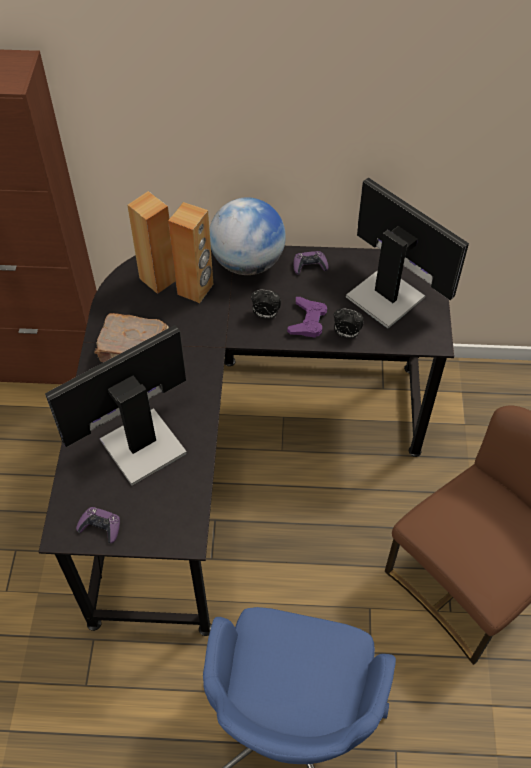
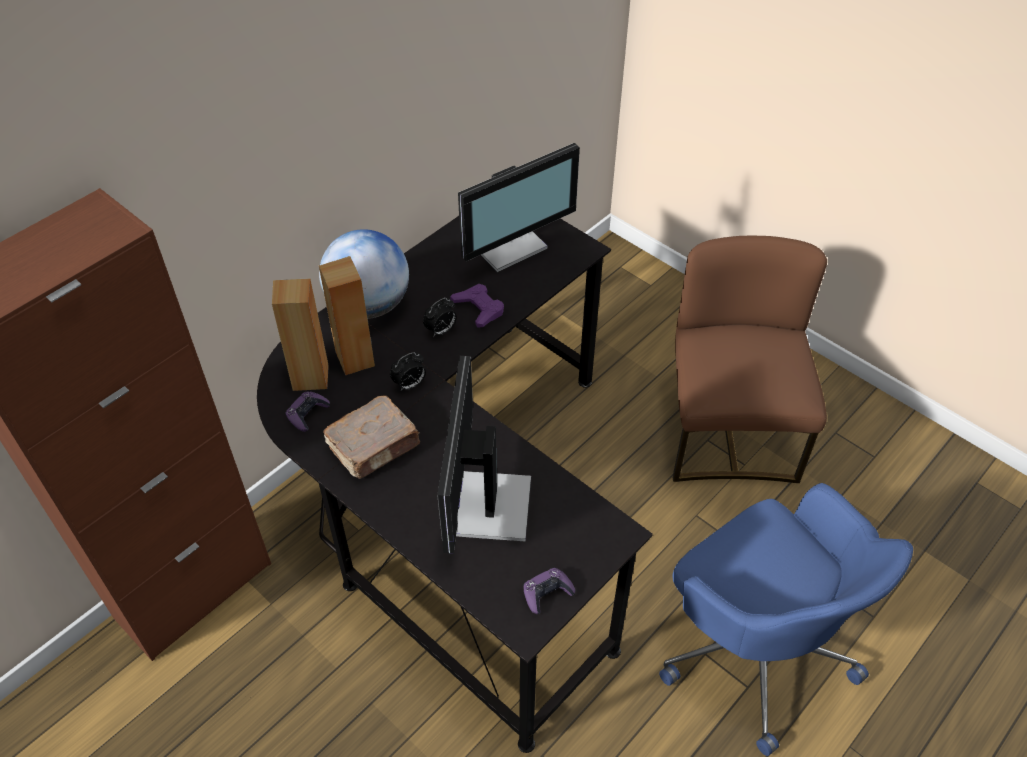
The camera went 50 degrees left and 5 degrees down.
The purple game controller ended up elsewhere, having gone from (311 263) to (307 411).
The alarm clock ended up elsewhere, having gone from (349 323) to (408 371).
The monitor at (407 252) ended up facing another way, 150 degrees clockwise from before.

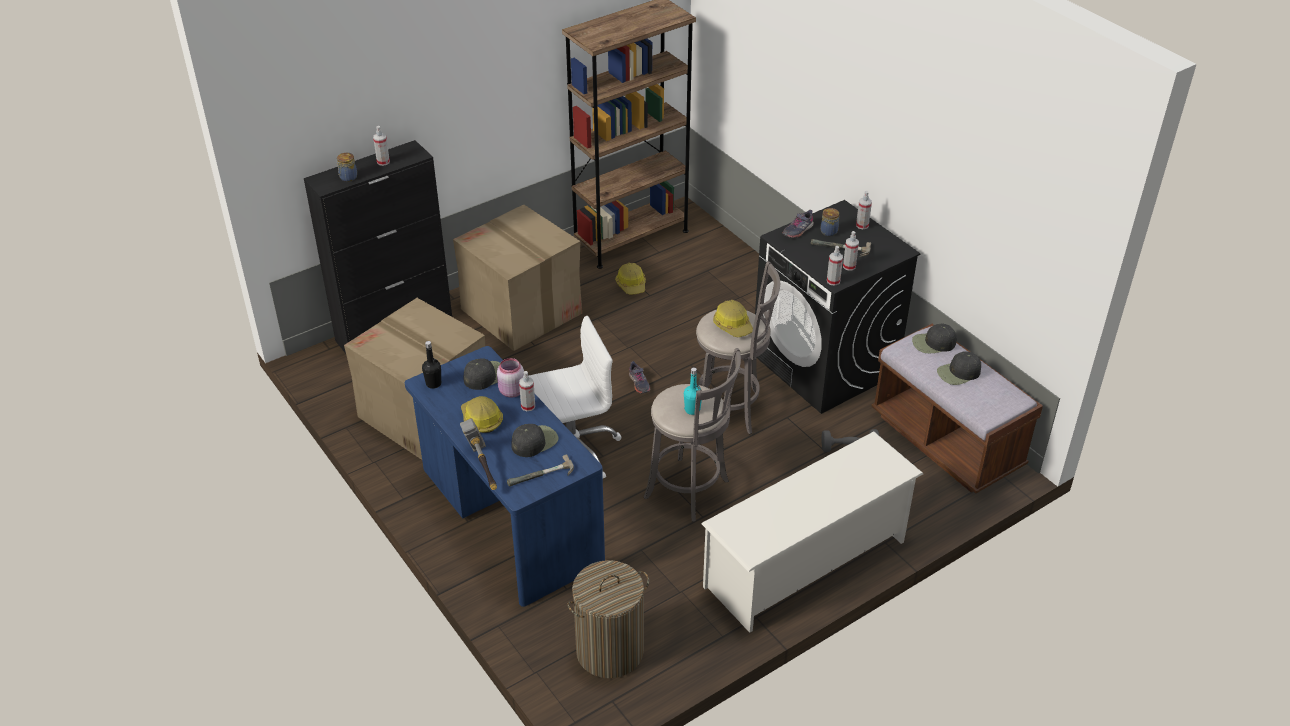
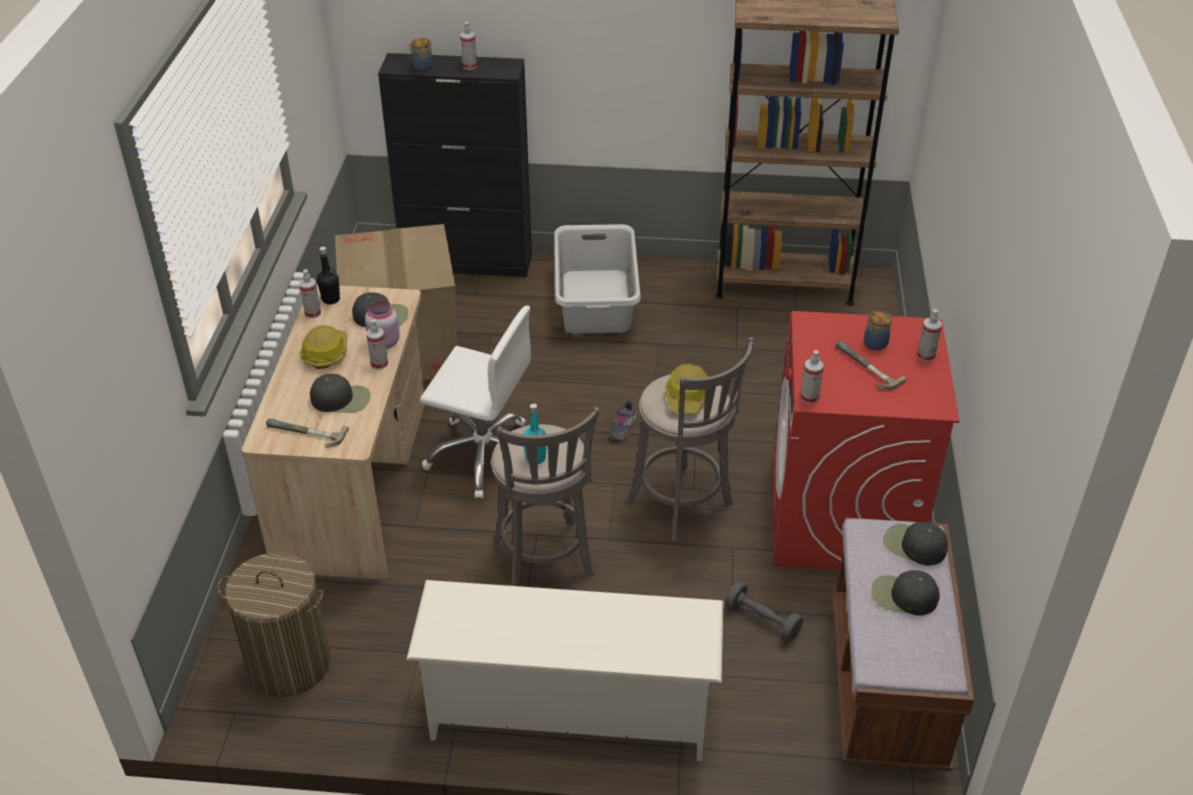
The camera went 40 degrees right and 0 degrees up.
The second view lost the hammer at (478 454).
The second view lost the hard hat at (630 279).
The second view lost the grey shoe at (798 224).
The spray bottle ended up elsewhere, having gone from (851 251) to (310 293).
Where the cardboard box stood at (517 278), the grey laundry basket came to stand at (597 278).
What was the blue desk at (505 476) turned into the beige desk at (333 432).
What was the black washing machine at (838 307) turned into the red washing machine at (866 440).

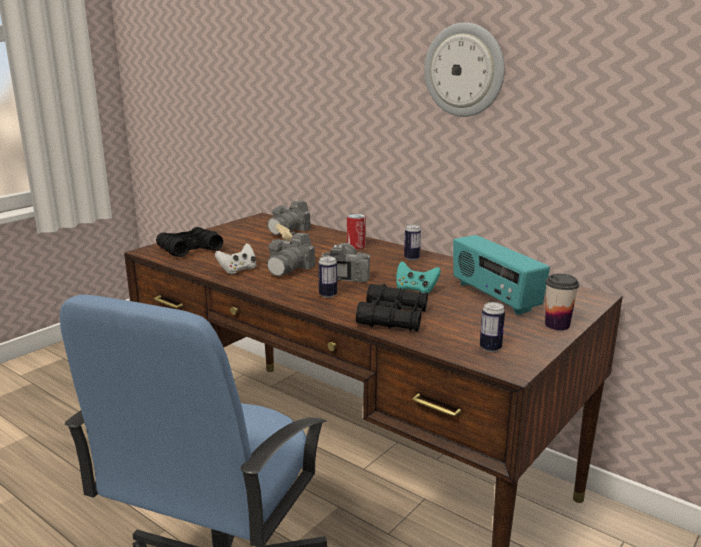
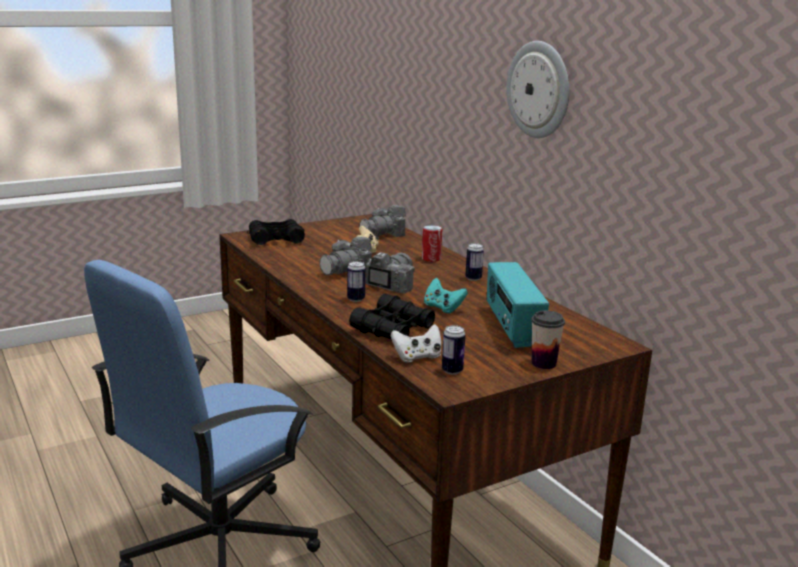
The camera went 20 degrees right and 0 degrees up.
The white game controller ended up elsewhere, having gone from (235 259) to (416 343).

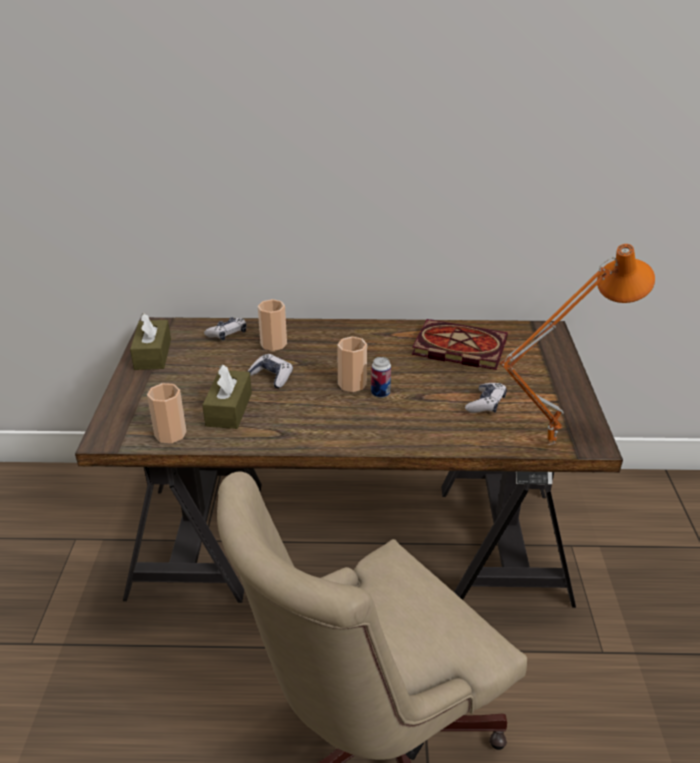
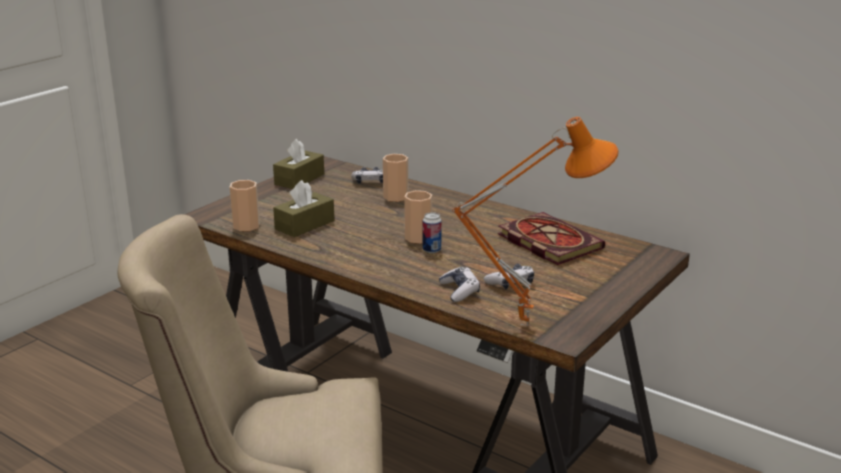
The camera went 35 degrees right and 10 degrees down.
The game controller ended up elsewhere, having gone from (270 371) to (459 284).

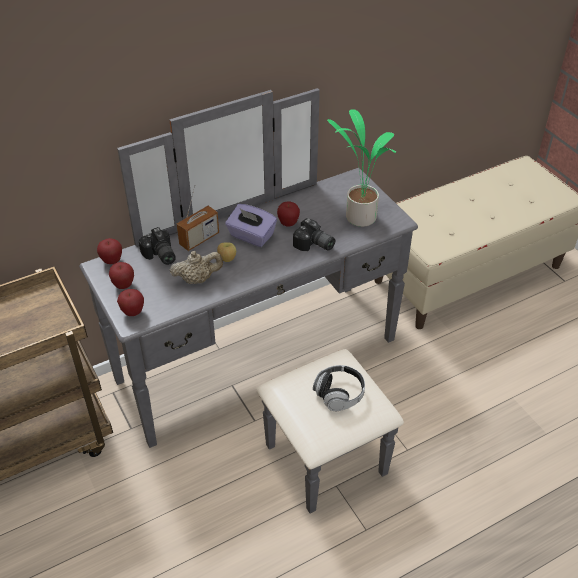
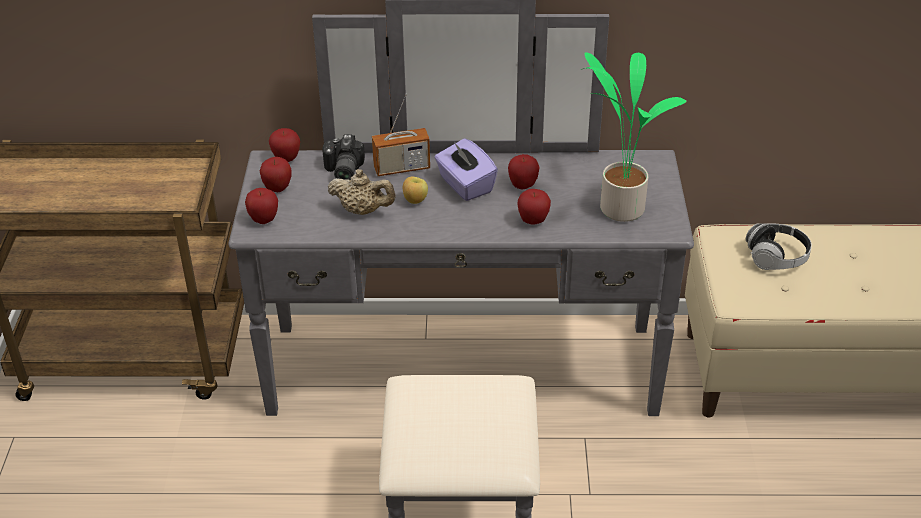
The camera went 30 degrees right and 5 degrees down.
The headphones ended up elsewhere, having gone from (339 388) to (779 246).
Where the photo camera stood at (314 234), the apple came to stand at (534 207).

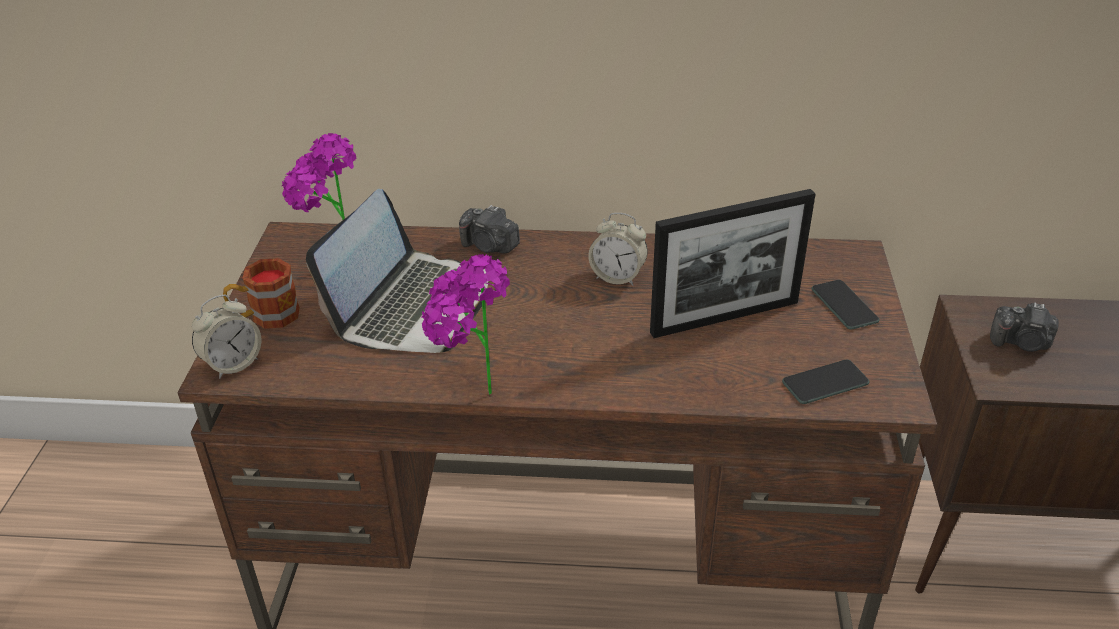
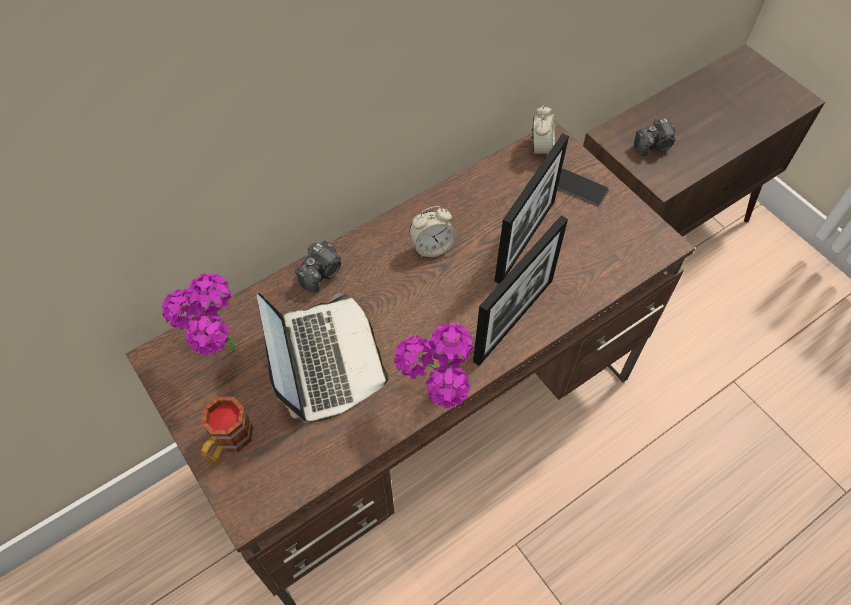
The camera went 40 degrees left and 20 degrees up.
The second view lost the phone at (825 382).
The second view gained the picture frame at (520 290).
The alarm clock ended up elsewhere, having gone from (226 337) to (543 130).
The photo camera at (489 229) ended up facing another way, 45 degrees counterclockwise from before.

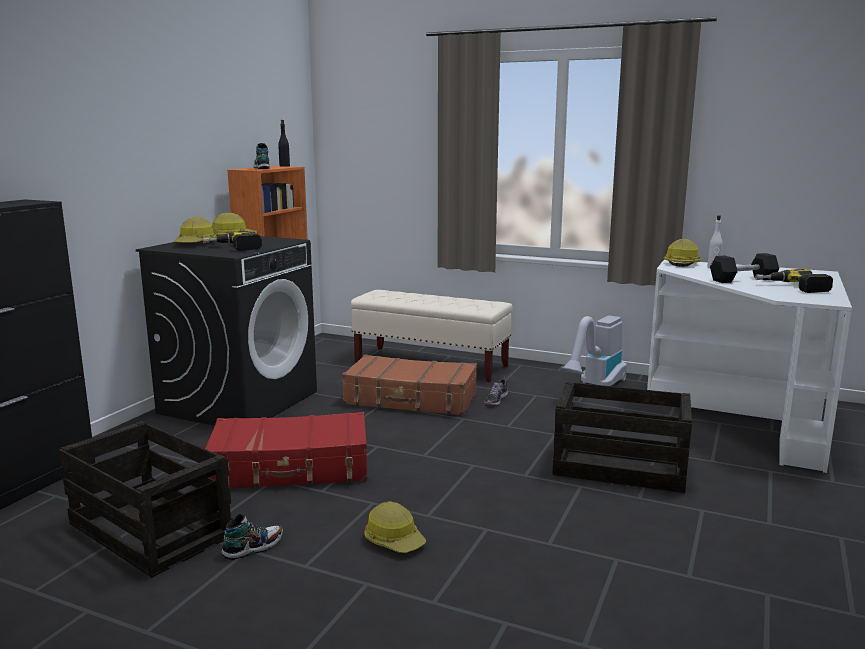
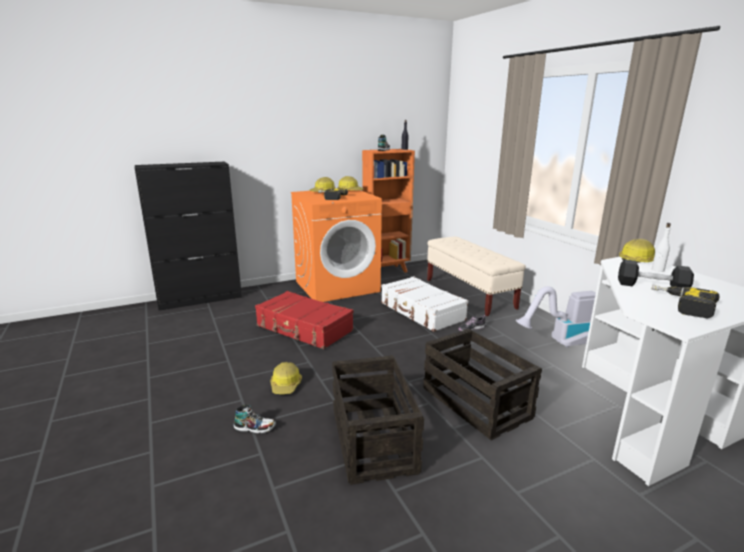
The camera went 40 degrees right and 5 degrees up.
The crate ended up elsewhere, having gone from (145 499) to (378 420).
The shoe ended up elsewhere, having gone from (252 537) to (254 419).
What was the black washing machine at (226 331) turned into the orange washing machine at (336 246).
What was the brown suitcase at (409 385) turned into the white suitcase at (424 304).

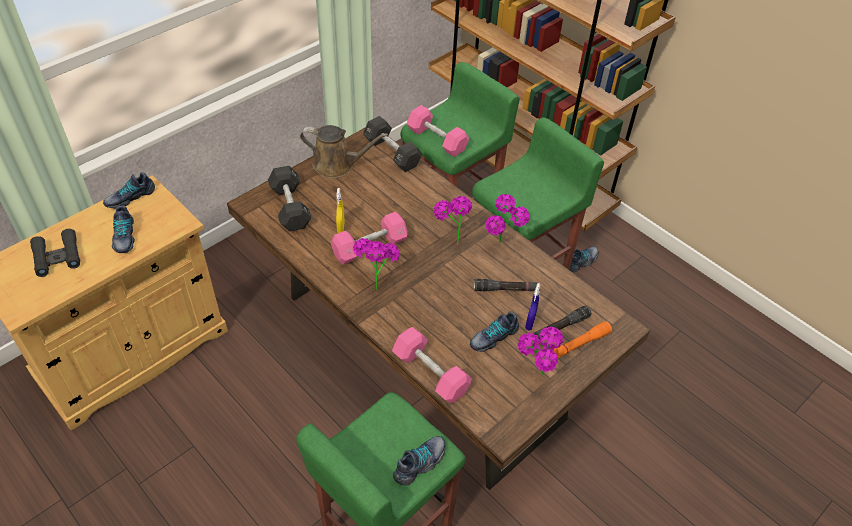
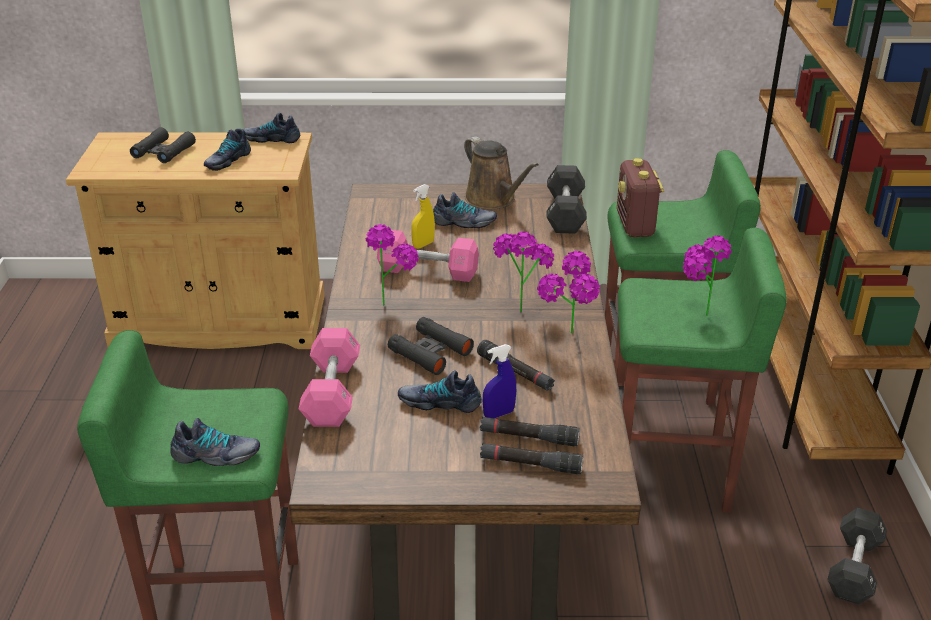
The camera went 45 degrees right and 15 degrees down.
The second view gained the black binoculars at (431 346).
The black dumbbell ended up elsewhere, having gone from (290 199) to (857 555).
The potted plant ended up elsewhere, having gone from (540 350) to (707 275).
The shoe ended up elsewhere, having gone from (584 259) to (465 210).
Where the pink dumbbell stood at (438 131), the radio came to stand at (640 197).
What was the orange flashlight at (582 339) turned into the black flashlight at (531 458).

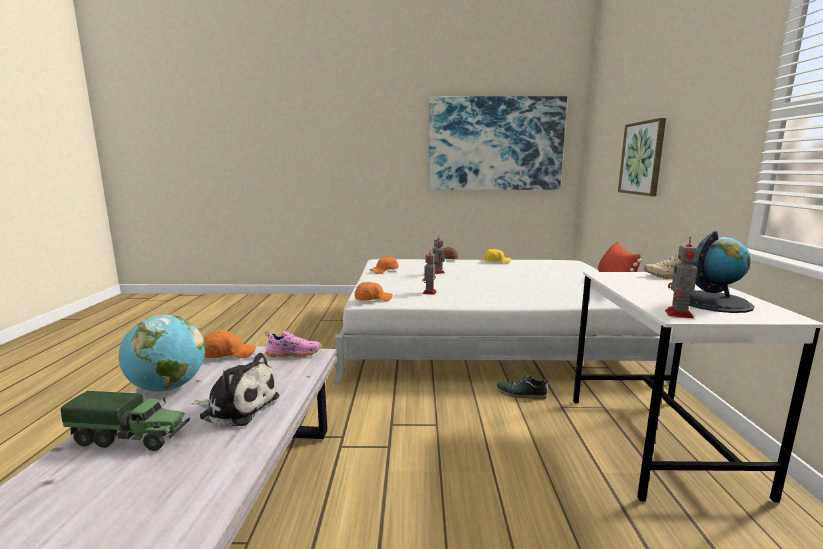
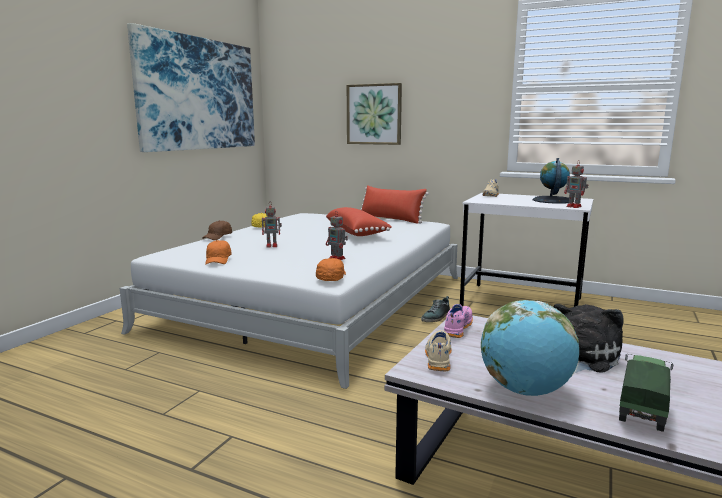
The camera went 65 degrees left and 0 degrees up.
The second view gained the red pillow at (359 221).
Where the orange cap stood at (230 344), the beige shoe came to stand at (438 350).

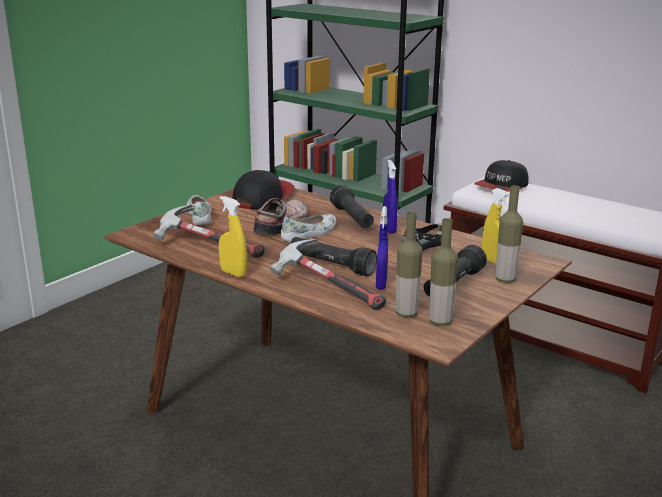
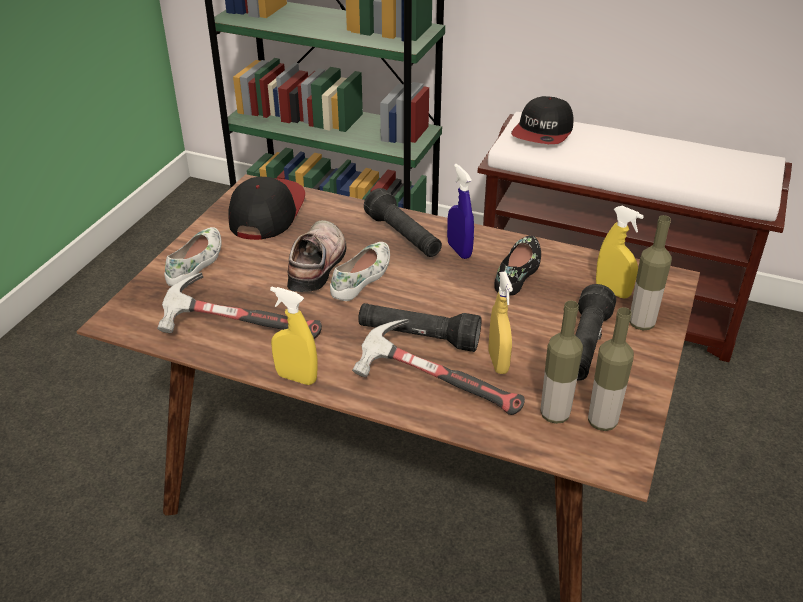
The camera went 15 degrees left and 15 degrees up.
What was the blue spray bottle at (382 248) turned into the yellow spray bottle at (500 322).
The white shoe at (199 210) ended up facing another way, 45 degrees clockwise from before.

